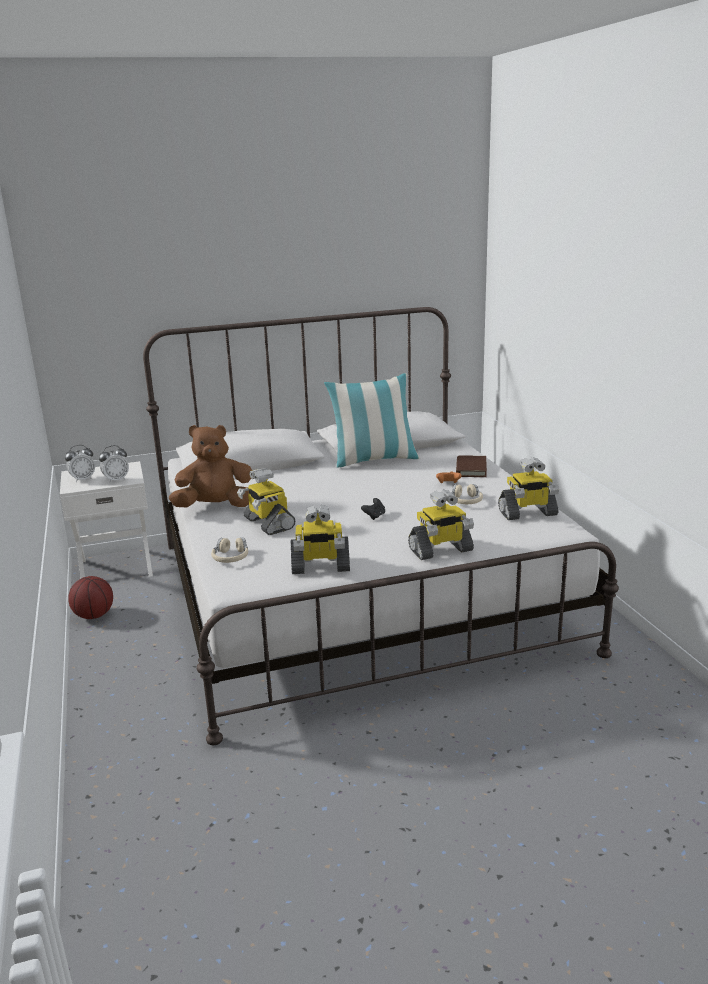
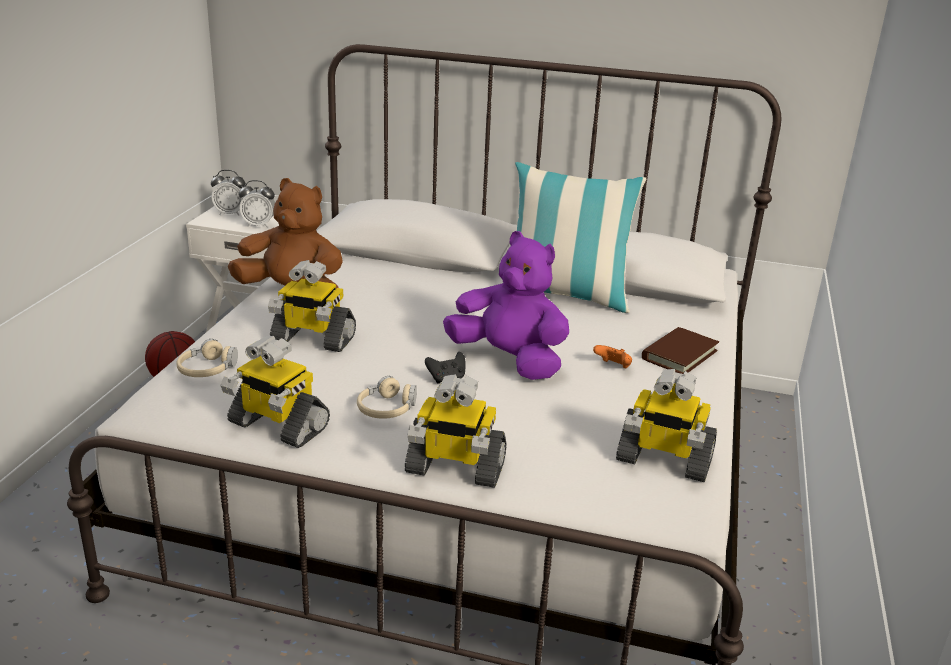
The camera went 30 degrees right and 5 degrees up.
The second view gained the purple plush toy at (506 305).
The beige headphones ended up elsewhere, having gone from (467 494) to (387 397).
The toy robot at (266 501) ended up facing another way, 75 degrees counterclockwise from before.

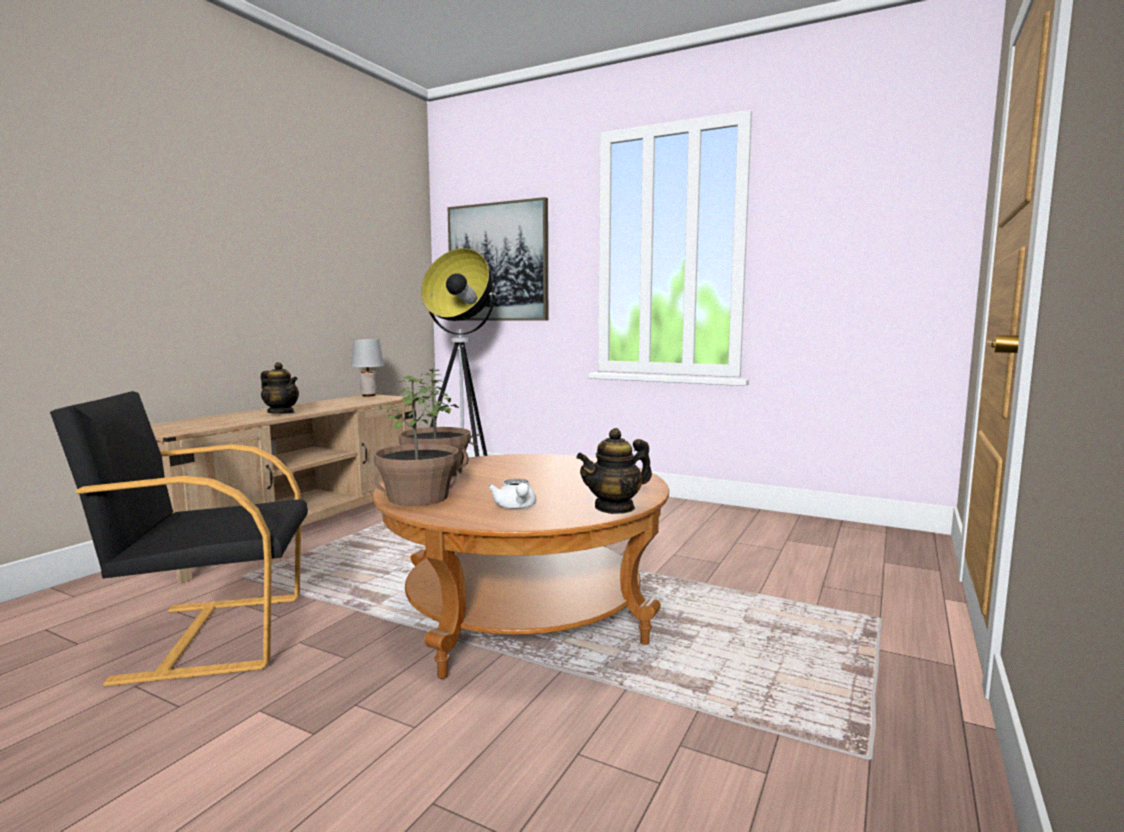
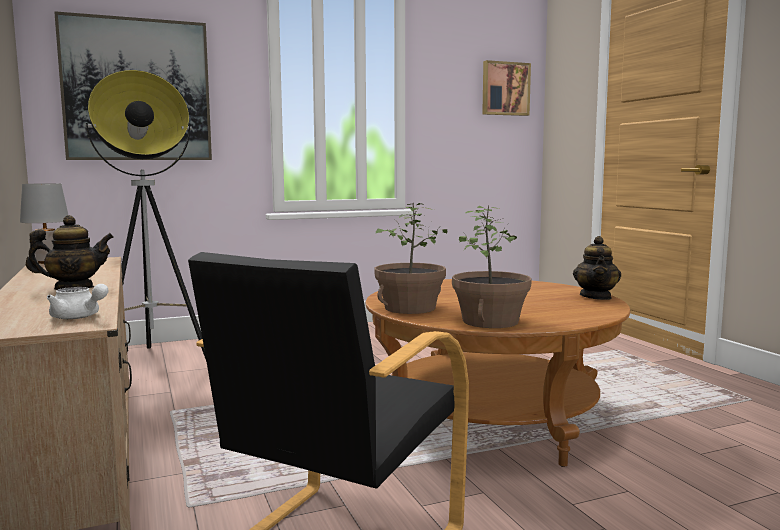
The camera went 50 degrees left and 0 degrees up.
The second view gained the picture at (506 88).
The white teapot ended up elsewhere, having gone from (512 494) to (78 301).

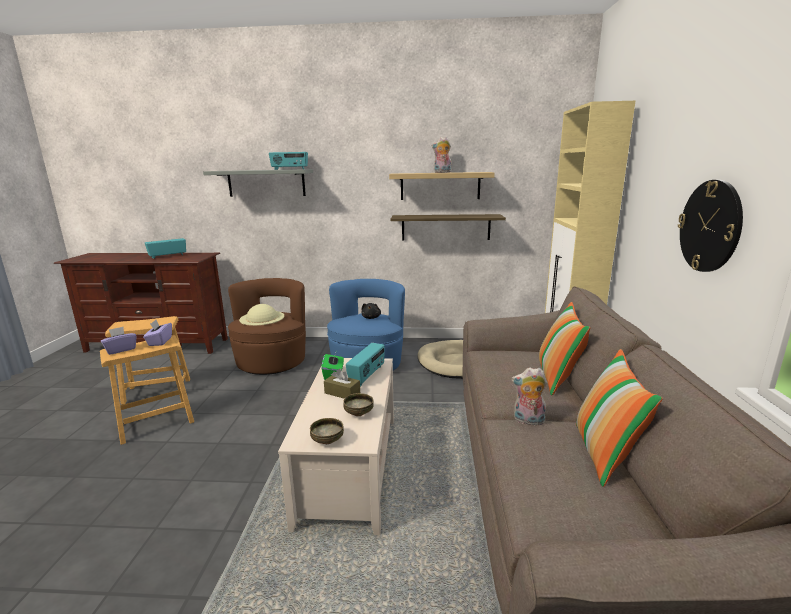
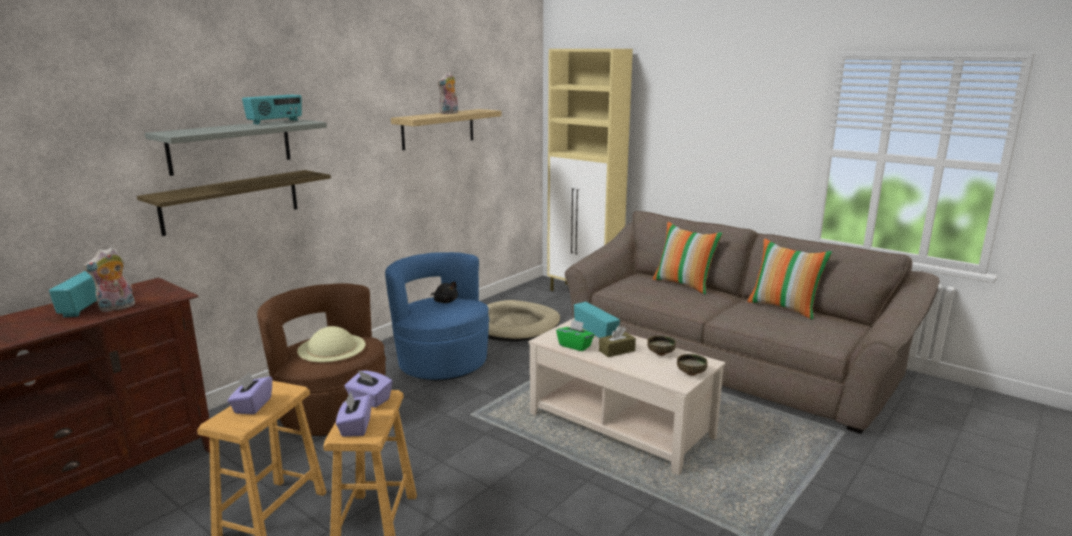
The camera went 55 degrees left and 0 degrees up.
The second view lost the wall clock at (710 226).
The second view gained the purple tissue box at (250 393).
The shelf ended up elsewhere, having gone from (448 227) to (234 203).
The plush toy ended up elsewhere, having gone from (529 397) to (109 279).

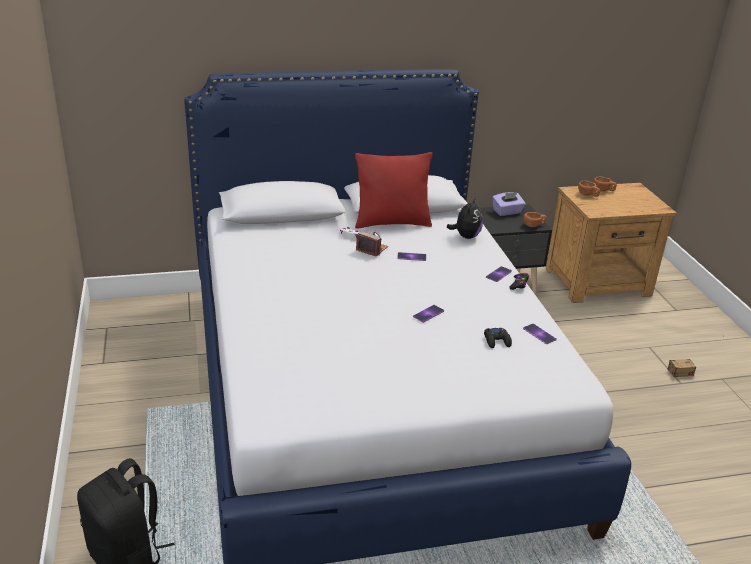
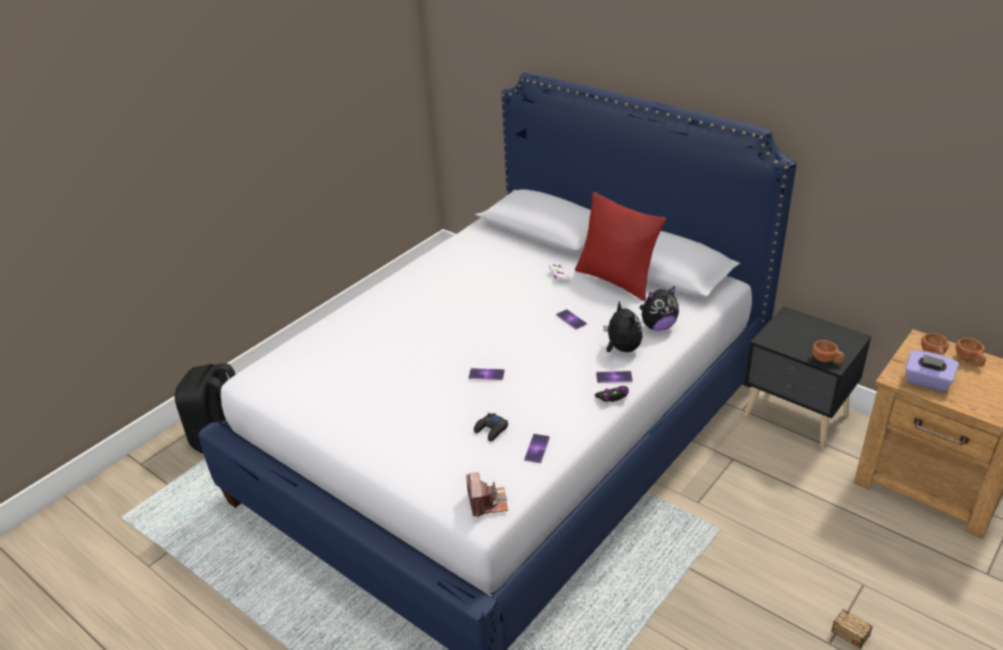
The camera went 55 degrees right and 5 degrees up.
The second view gained the plush toy at (622 326).
The photo camera ended up elsewhere, having gone from (372 243) to (487 494).
The purple tissue box ended up elsewhere, having gone from (509 204) to (932 371).

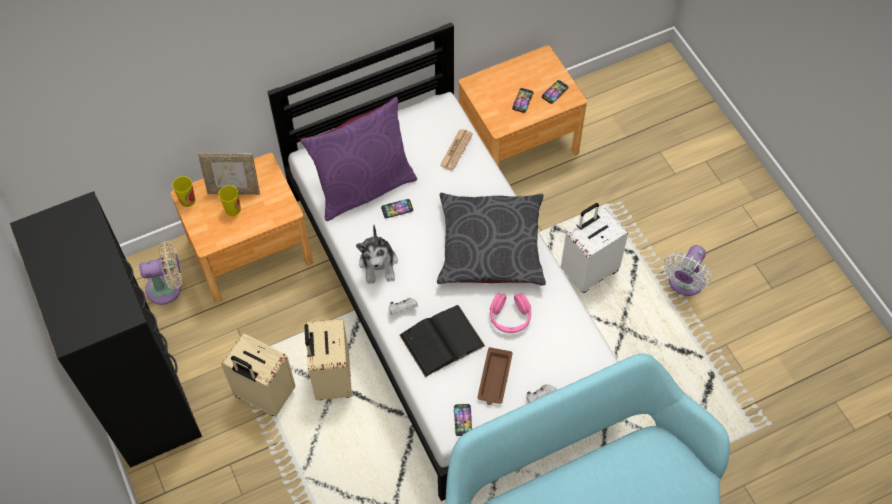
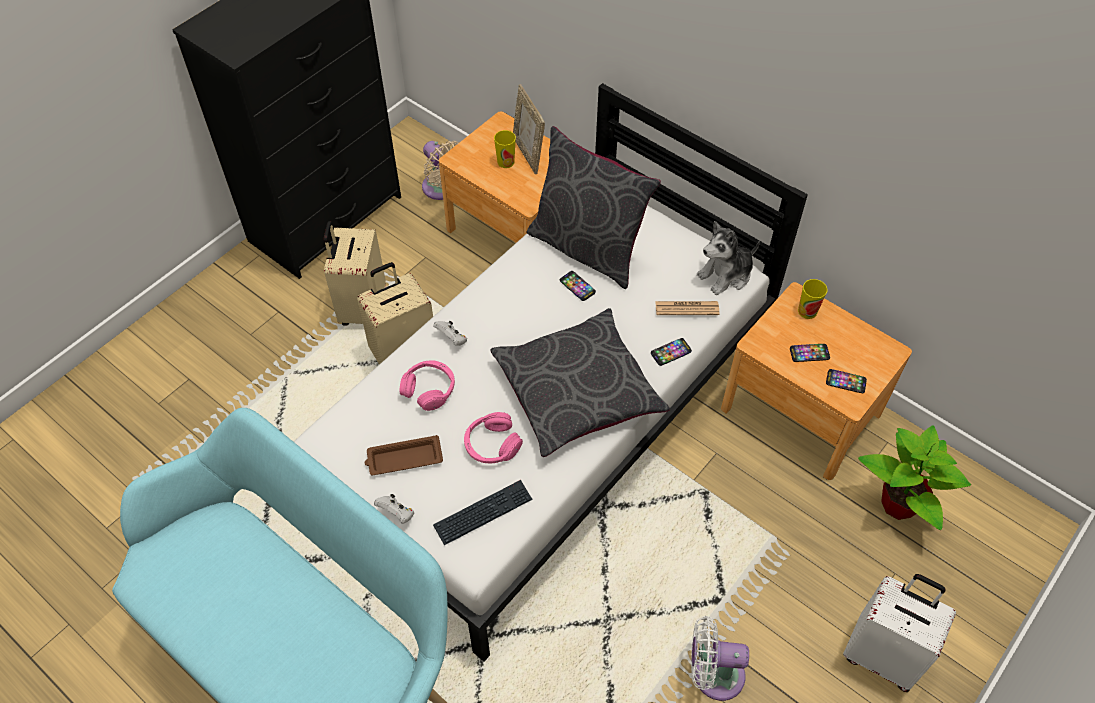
The camera went 65 degrees right and 5 degrees down.
The second view gained the keyboard at (483 512).
The second view gained the potted plant at (914 477).
The cup ended up elsewhere, having gone from (183 191) to (812 299).
The plush toy ended up elsewhere, having gone from (377 254) to (728 258).
The phone ended up elsewhere, having gone from (463 420) to (671 352).
The white suitcase ended up elsewhere, having gone from (594 248) to (899 633).
Where the black book stood at (442 341), the pink headphones came to stand at (427 385).
What was the purple pillow at (358 159) turned into the grey pillow at (594 207).

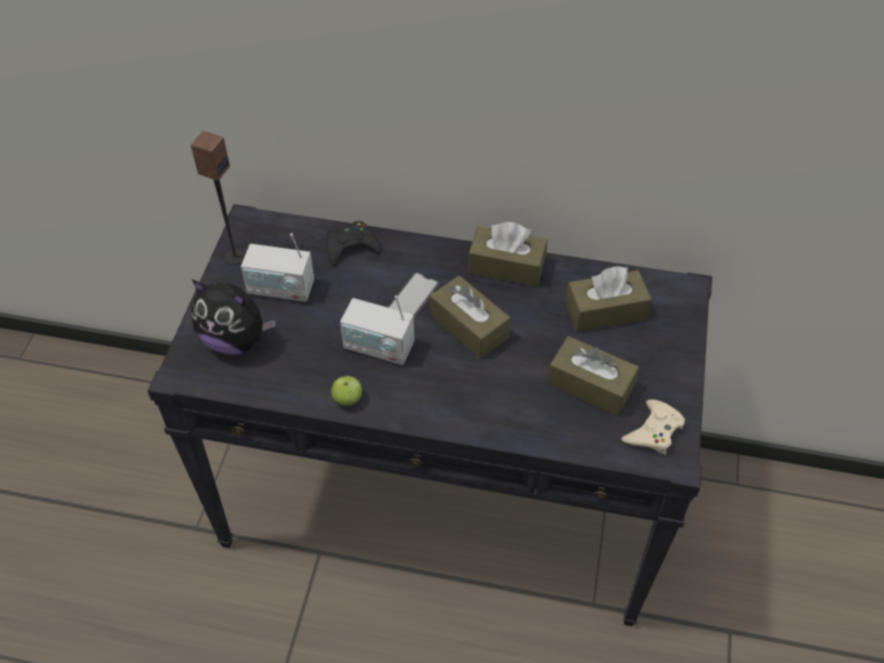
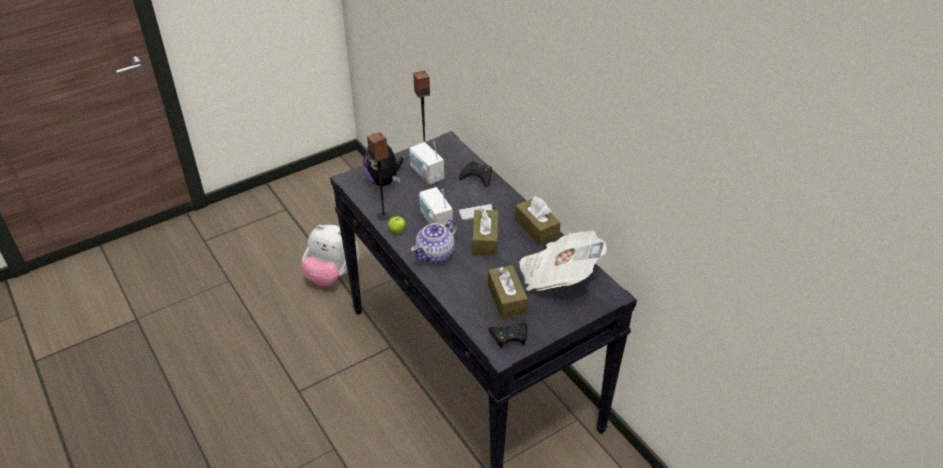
The camera went 45 degrees right and 10 degrees down.
The second view gained the plush toy at (330 255).
The second view gained the speaker at (378 176).
The second view gained the teapot at (434 241).
Where the brown tissue box stood at (608 299), the newspaper came to stand at (563 261).
What was the beige game controller at (653 427) turned into the black game controller at (508 335).

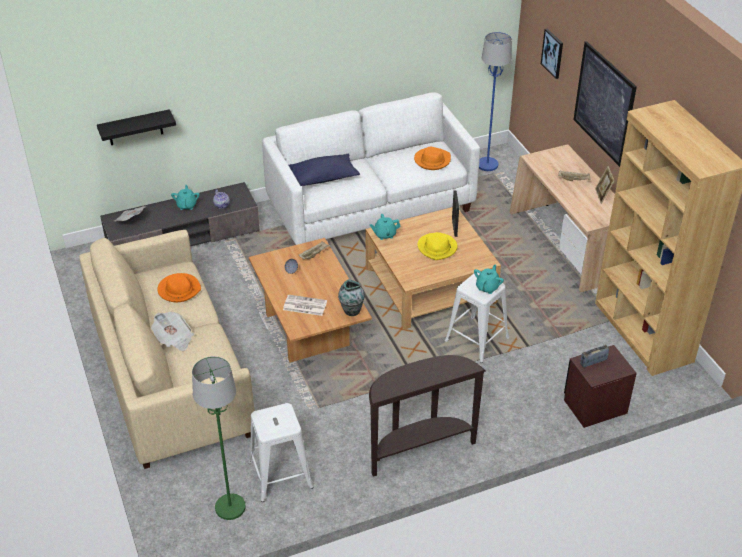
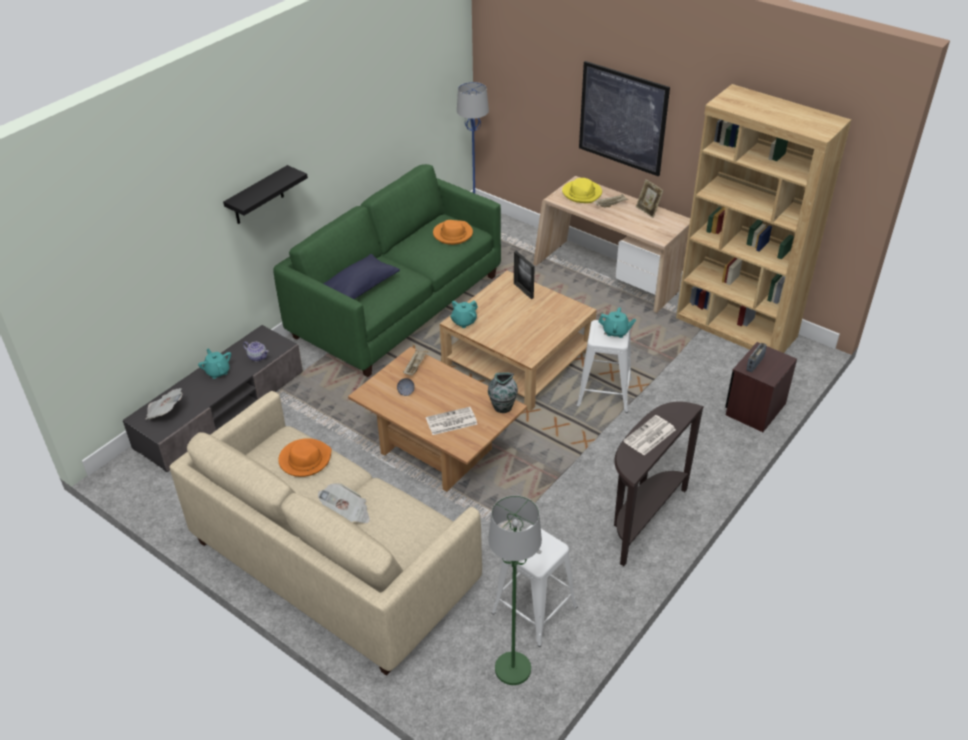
The camera went 30 degrees left and 0 degrees up.
The second view lost the picture at (552 54).
The second view gained the newspaper at (649 435).
The black shelf ended up elsewhere, having gone from (136 127) to (265 194).
The yellow hat ended up elsewhere, having gone from (437 246) to (582 190).
What was the white sofa at (371 168) turned into the green sofa at (387 270).
The turquoise teapot at (489 279) ended up facing another way, 105 degrees clockwise from before.

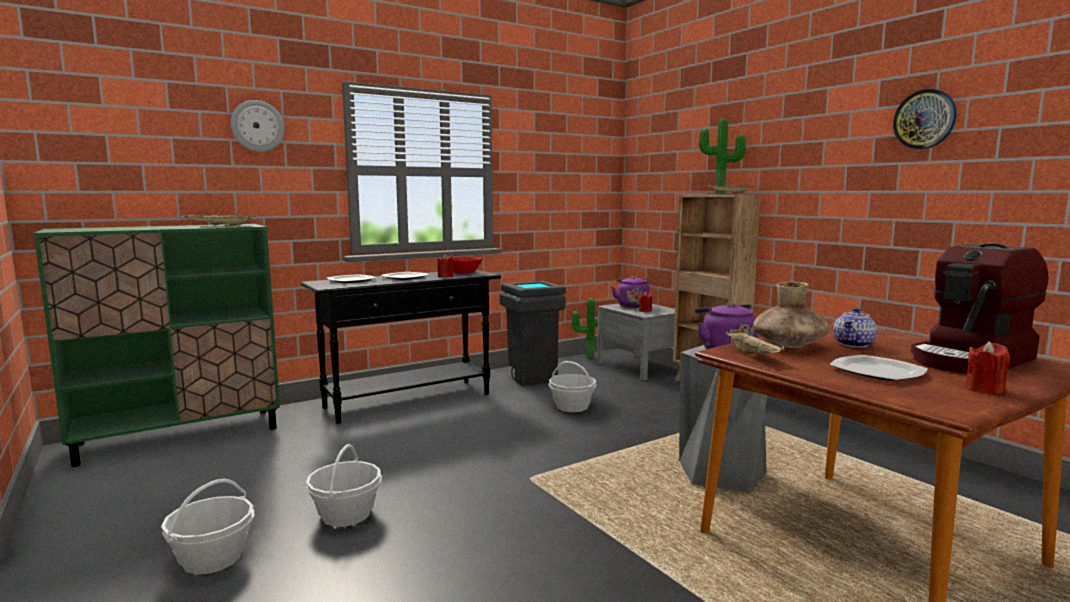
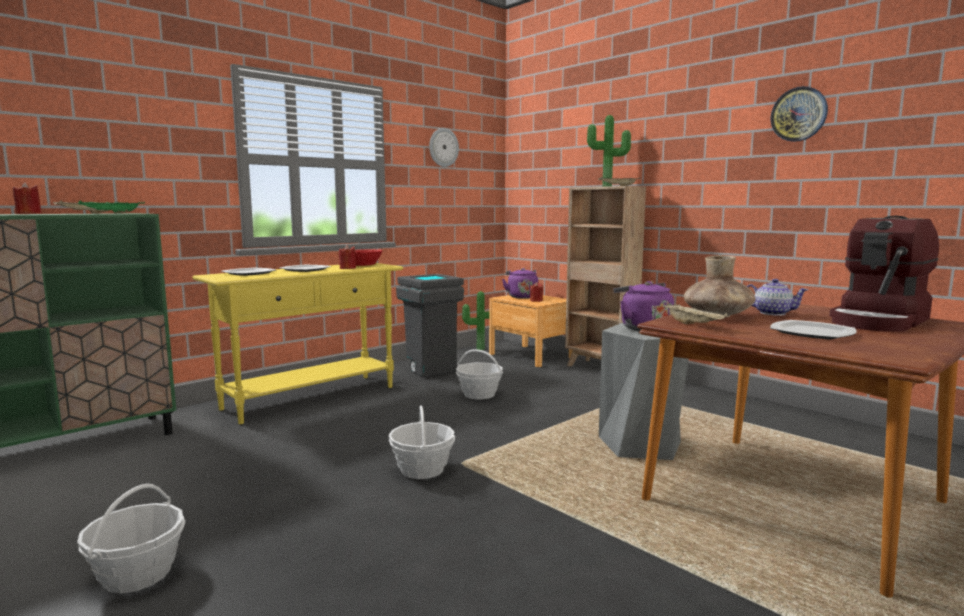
The camera went 10 degrees left and 0 degrees up.
The wall clock ended up elsewhere, having gone from (257 126) to (444 147).
The basket ended up elsewhere, having gone from (344 485) to (422 442).
The red candle ended up elsewhere, having gone from (987 367) to (27 198).
What was the beige tray at (228 220) turned into the green tray at (111 207).
What was the black console table at (401 347) turned into the yellow console table at (297 343).
What was the grey nightstand at (638 342) turned into the brown nightstand at (531 331).
The teapot at (855 327) ended up facing another way, 90 degrees counterclockwise from before.

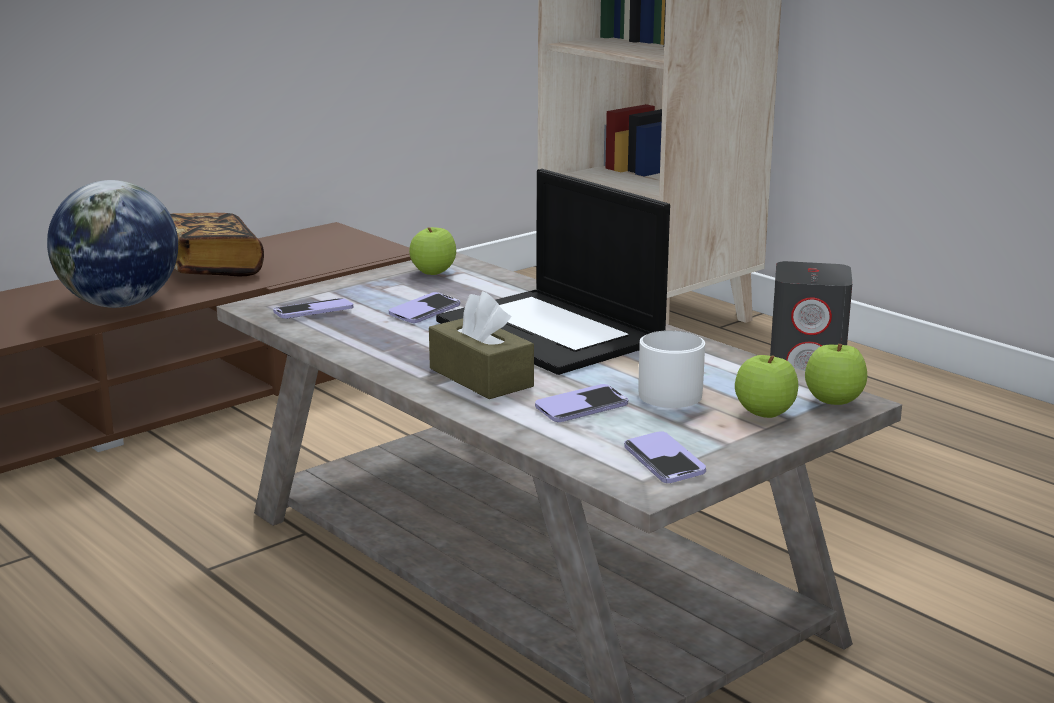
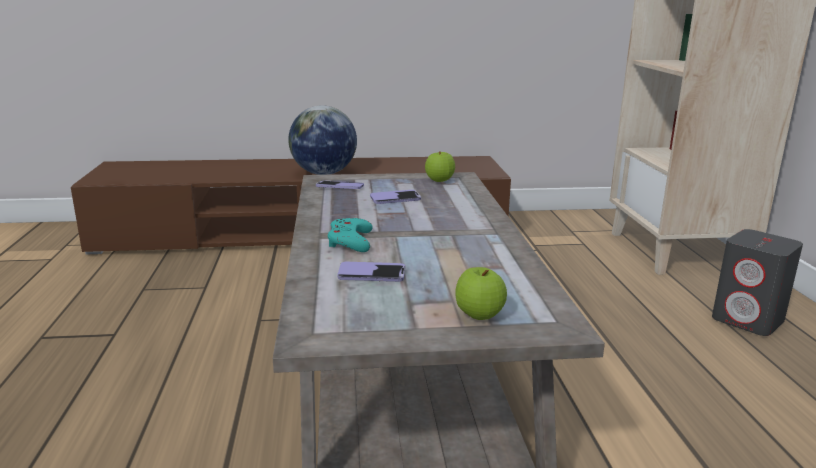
The camera went 35 degrees right and 0 degrees up.
The second view lost the book at (217 244).
The second view lost the laptop at (553 272).
The second view lost the phone at (665 457).
The second view lost the white mug at (671 369).
The second view lost the apple at (836 374).
Where the brown tissue box stood at (481 345), the turquoise game controller came to stand at (350 235).

